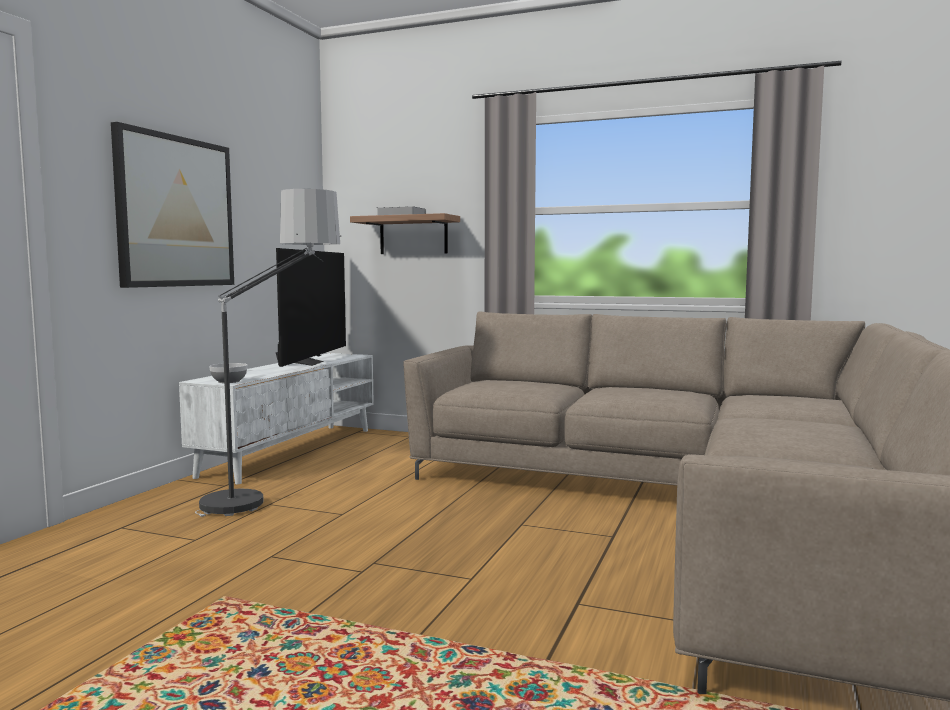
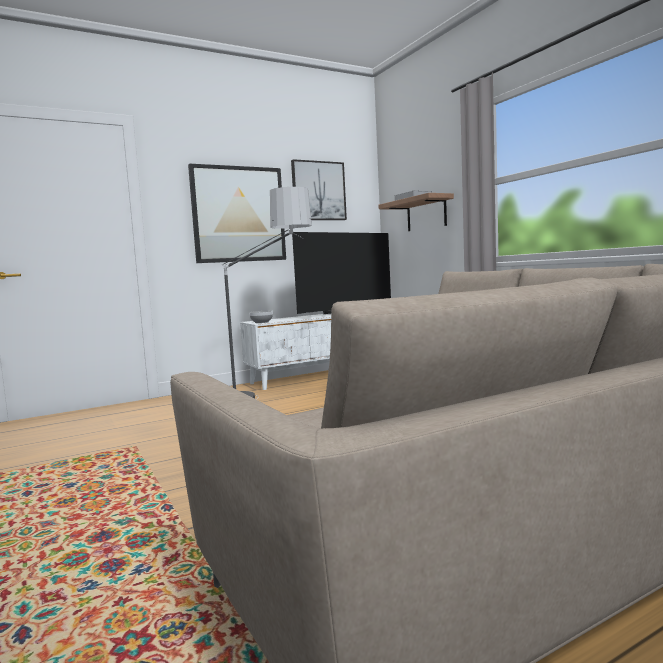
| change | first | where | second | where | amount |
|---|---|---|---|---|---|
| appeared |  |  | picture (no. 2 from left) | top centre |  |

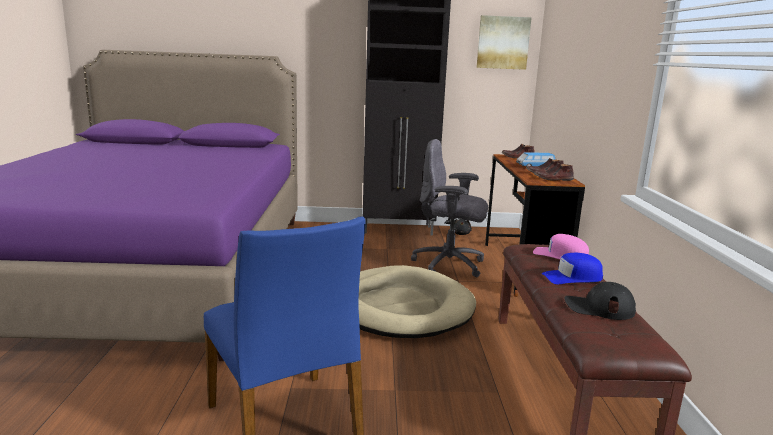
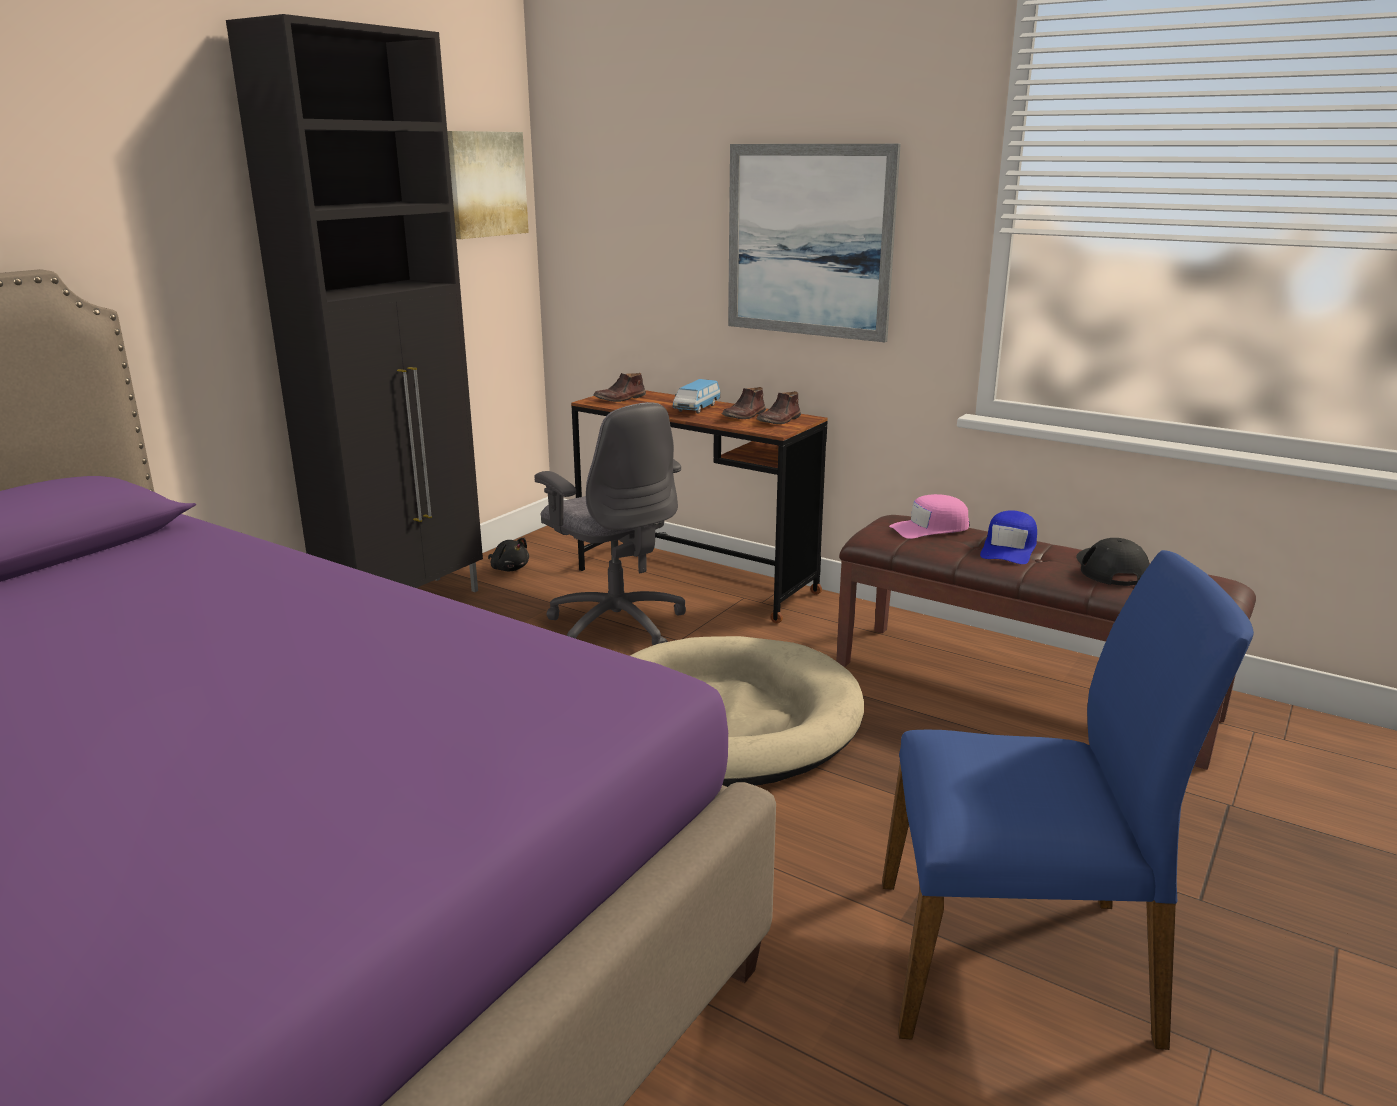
| change | first | where | second | where | amount |
|---|---|---|---|---|---|
| spun | computer chair (grey) | centre |  | centre | 90 degrees counterclockwise |
| spun | cap (blackish) | bottom right |  | middle right | 135 degrees clockwise |
| appeared |  |  | picture (no. 2 from left) | top centre |  |

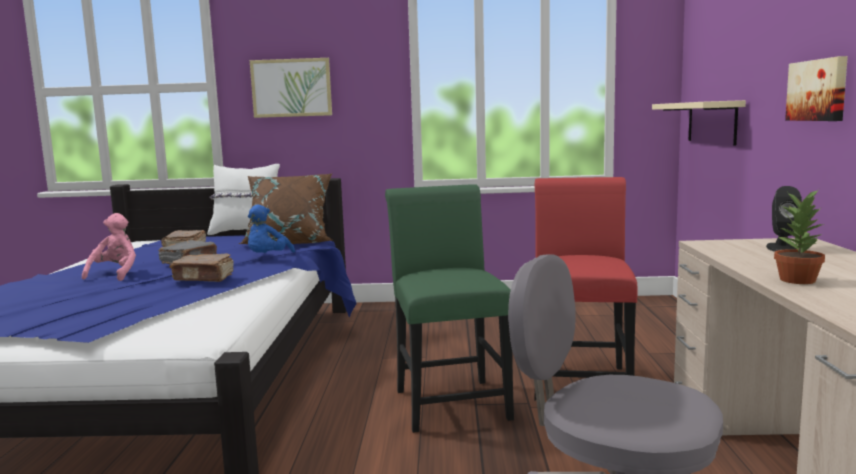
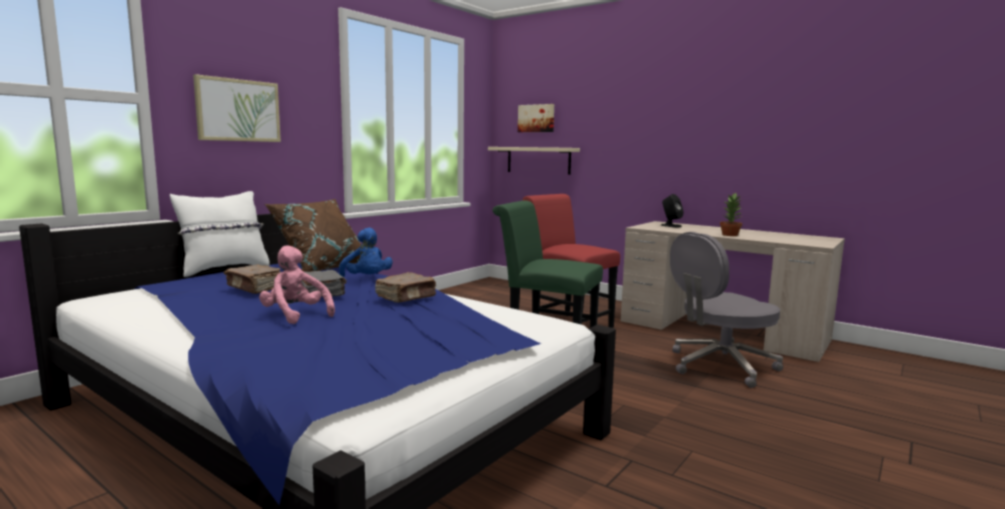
| change | first | where | second | where | amount |
|---|---|---|---|---|---|
| relocated | picture (no. 2 from left) | top right |  | top centre |  |

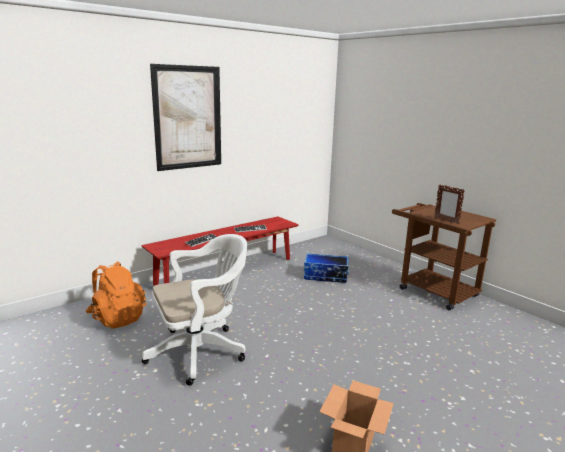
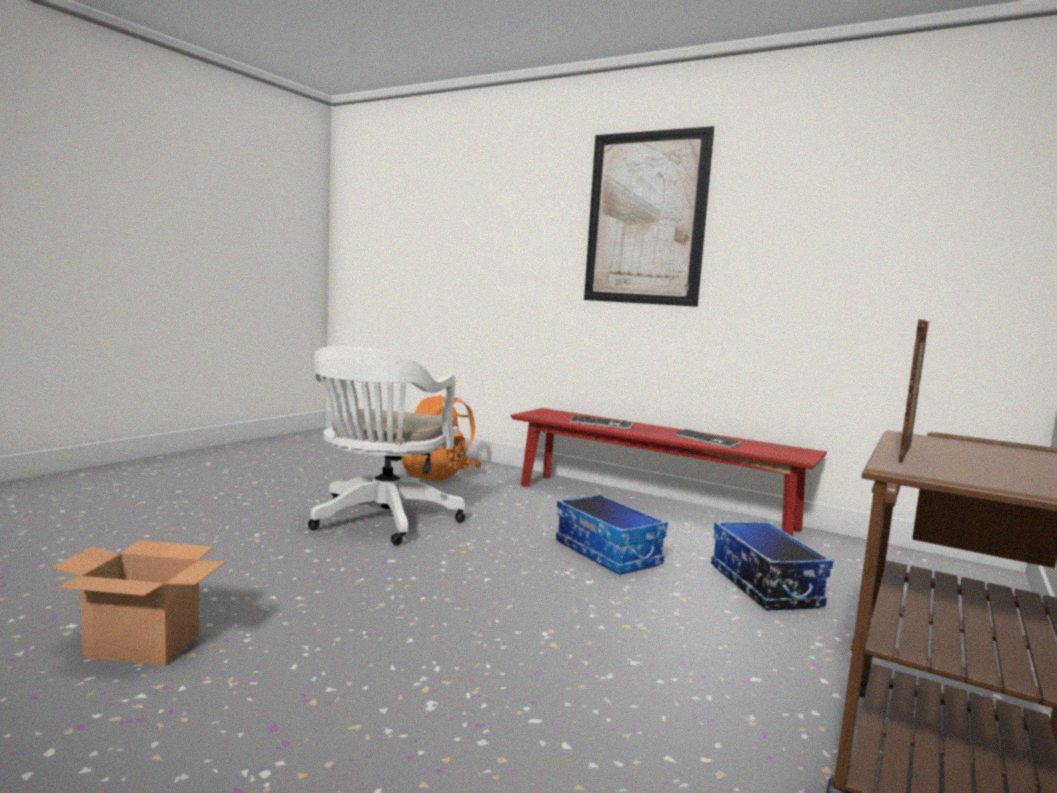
| change | first | where | second | where | amount |
|---|---|---|---|---|---|
| spun | computer chair (white) | bottom centre |  | centre | 60 degrees clockwise |
| appeared |  |  | storage container (no. 1 from left) | bottom centre |  |

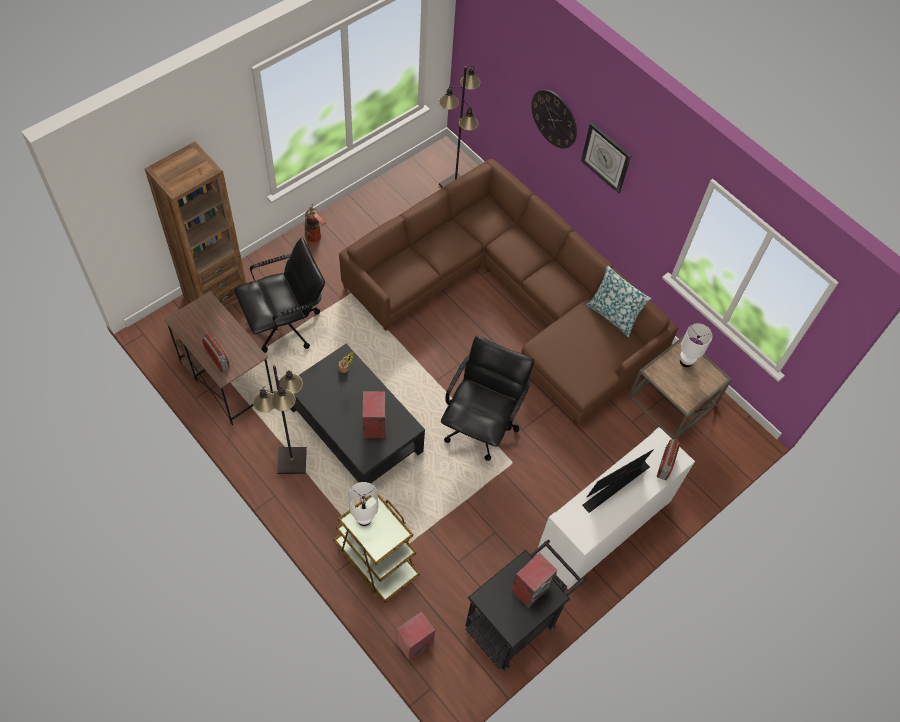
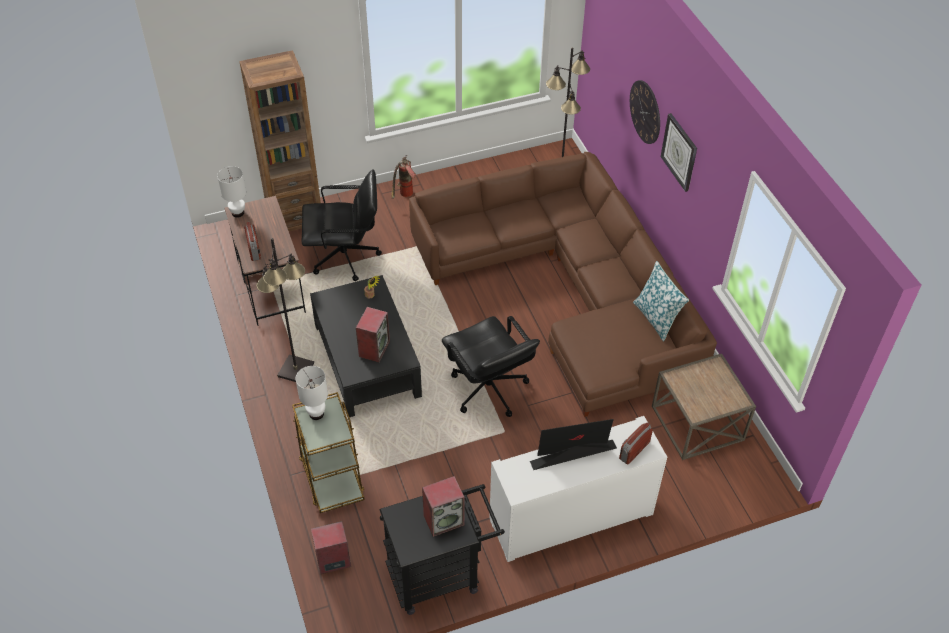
| change | first | where | second | where | amount |
|---|---|---|---|---|---|
| relocated | tabletop lamp (white) (no. 2 from left in the first image) | middle right | tabletop lamp (white) (no. 1 from left) | top left |  |
| spun | computer chair (blackish) (no. 2 from left) | centre |  | centre | 105 degrees clockwise |

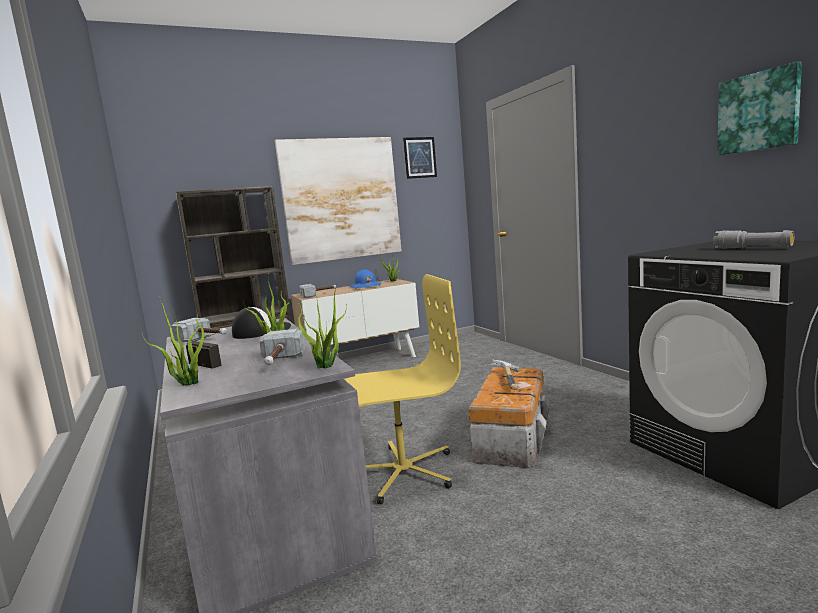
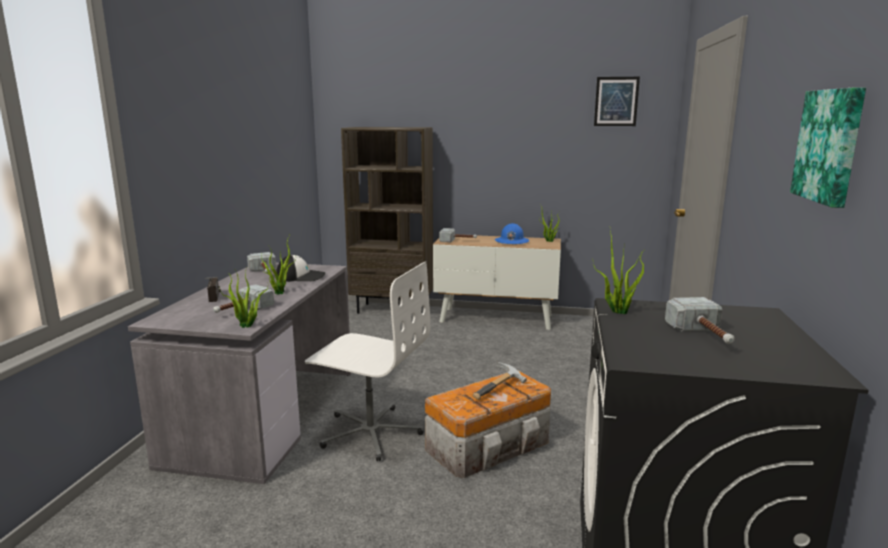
| change | first | where | second | where | amount |
|---|---|---|---|---|---|
| missing | picture (no. 1 from left) | top centre |  |  |  |
| exchanged | hand torch (grey) | middle right | tool hammer (no. 5 from left) | middle right |  |
| colour | computer chair (yellowish) | centre | computer chair (white) | centre |  |
| relocated | plant in a pot (no. 1 from left in the first image) | middle left | plant in a pot (no. 4 from left) | middle right |  |

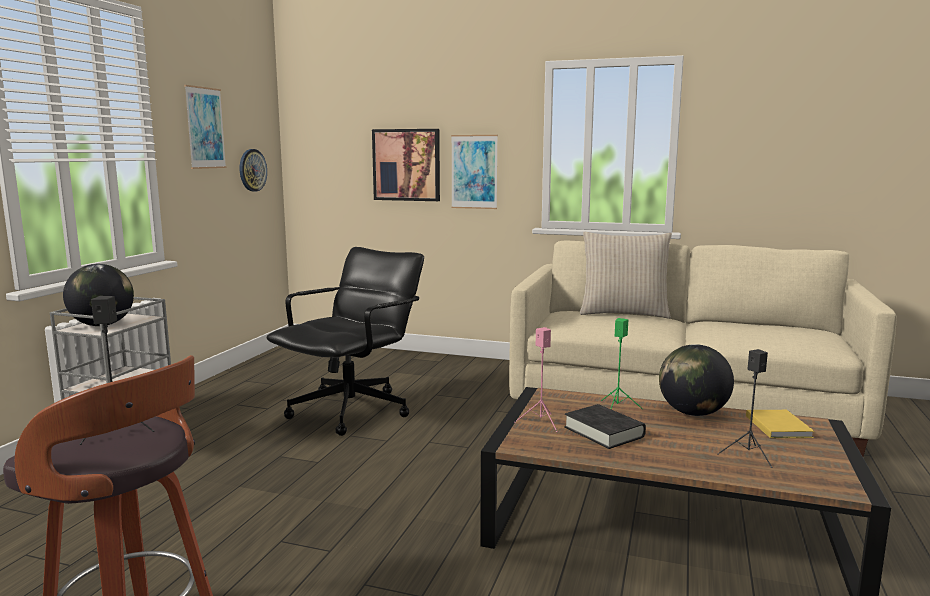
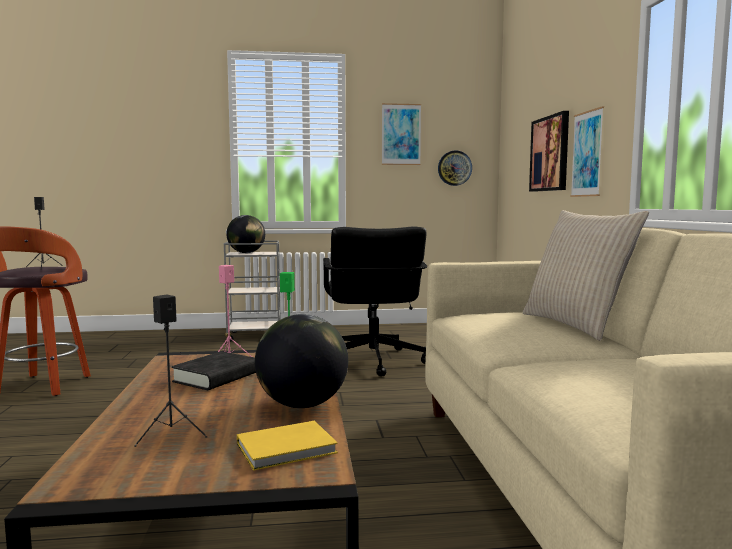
| change | first | where | second | where | amount |
|---|---|---|---|---|---|
| spun | computer chair (blackish) | centre |  | centre | 75 degrees clockwise |

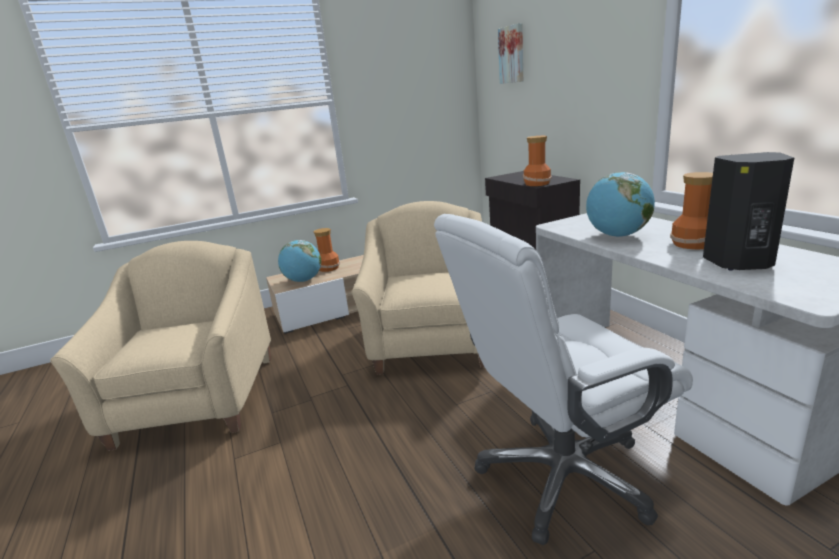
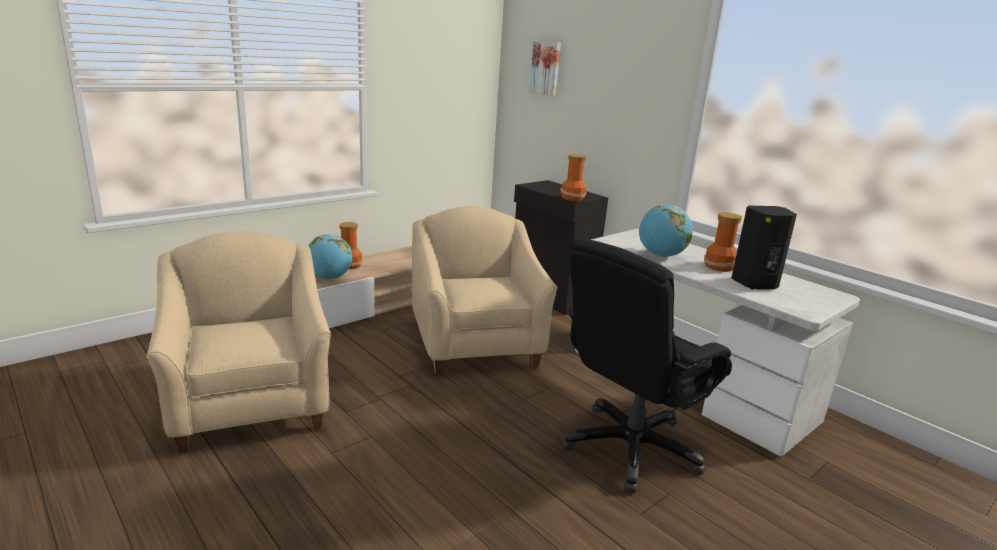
| change | first | where | second | where | amount |
|---|---|---|---|---|---|
| colour | computer chair (white) | bottom right | computer chair (blackish) | centre |  |

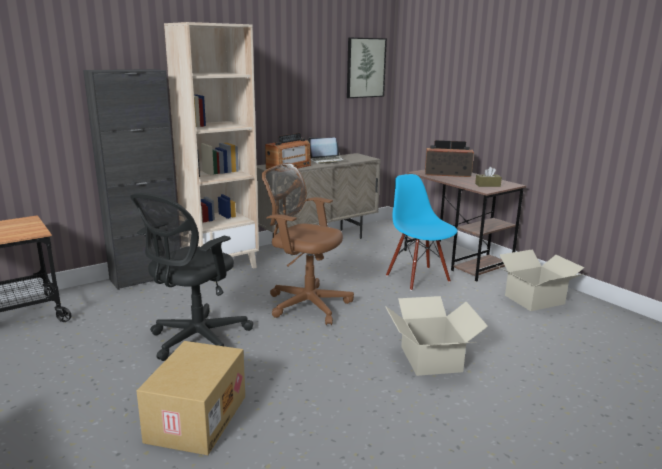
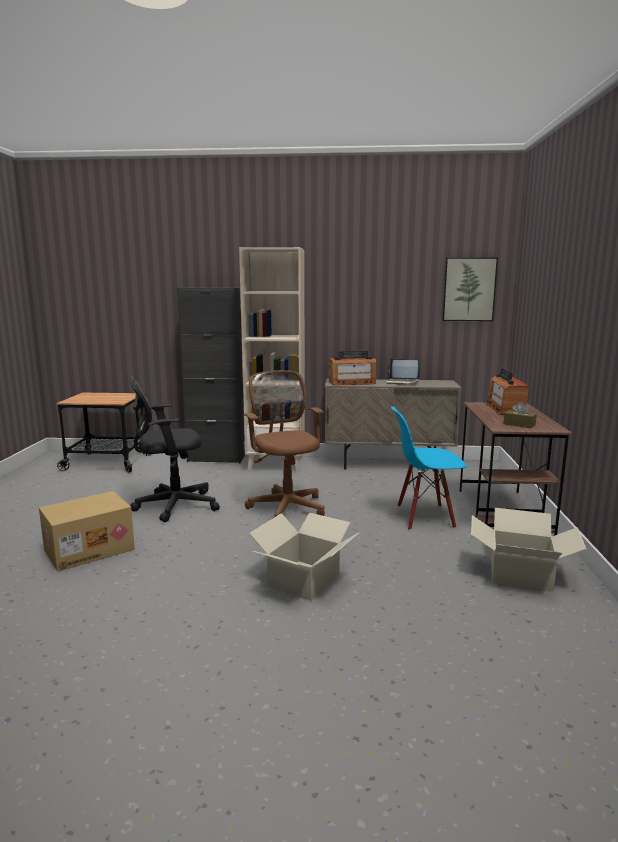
| change | first | where | second | where | amount |
|---|---|---|---|---|---|
| spun | radio receiver (no. 2 from left) | middle right |  | middle right | 135 degrees counterclockwise |
| spun | plain chair (blue) | centre |  | middle right | 105 degrees counterclockwise |

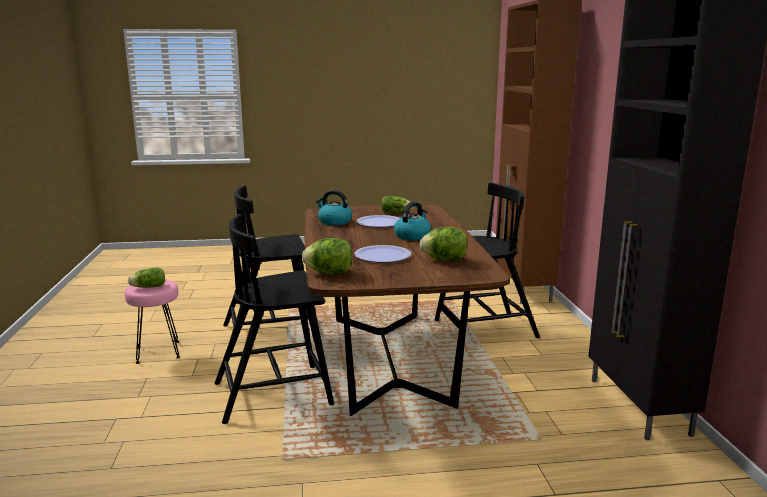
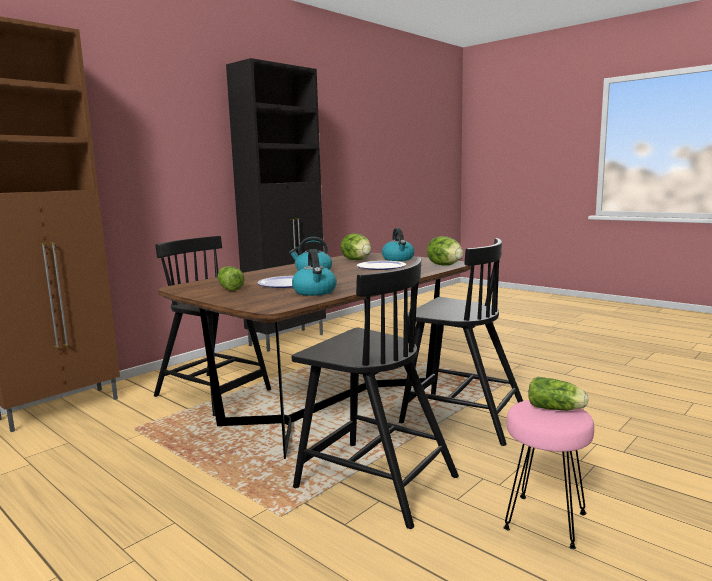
| change | first | where | second | where | amount |
|---|---|---|---|---|---|
| appeared |  |  | tea kettle (no. 3 from left) | centre |  |

